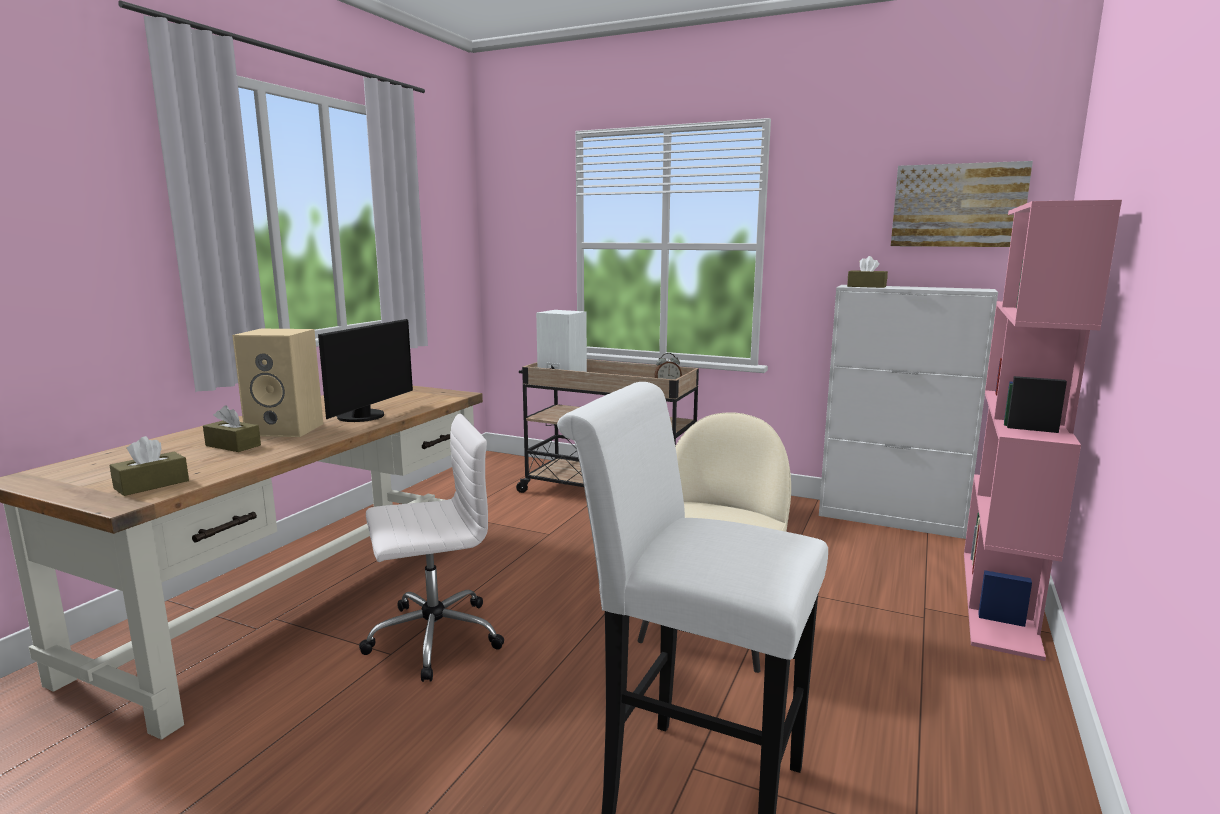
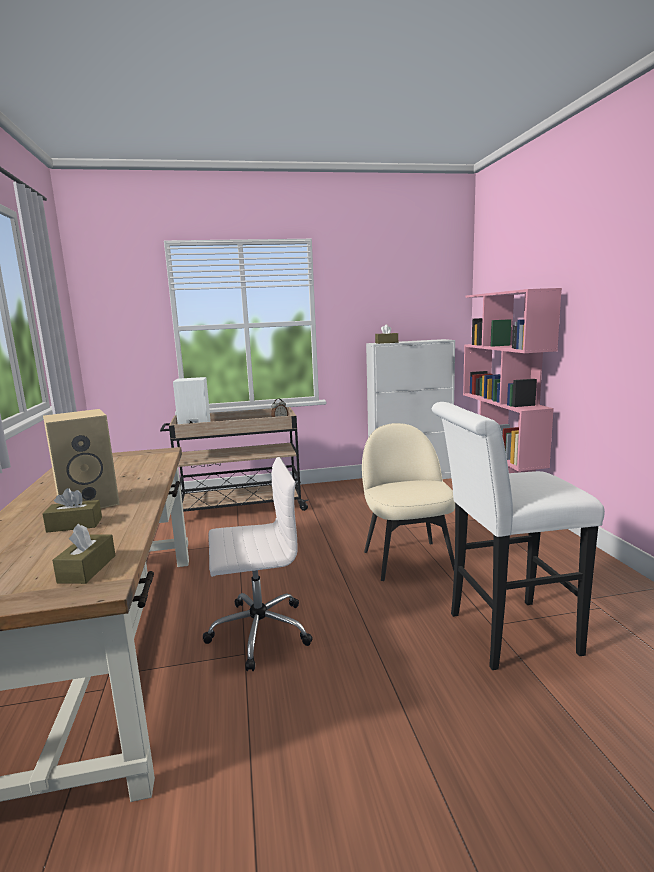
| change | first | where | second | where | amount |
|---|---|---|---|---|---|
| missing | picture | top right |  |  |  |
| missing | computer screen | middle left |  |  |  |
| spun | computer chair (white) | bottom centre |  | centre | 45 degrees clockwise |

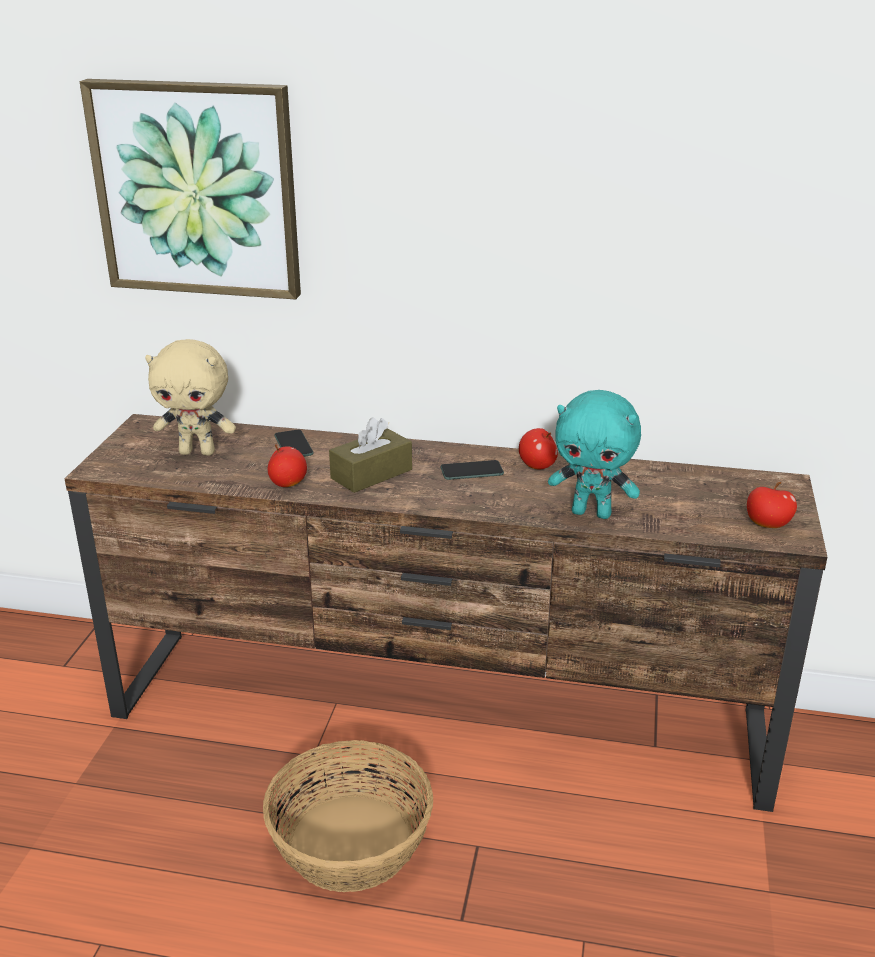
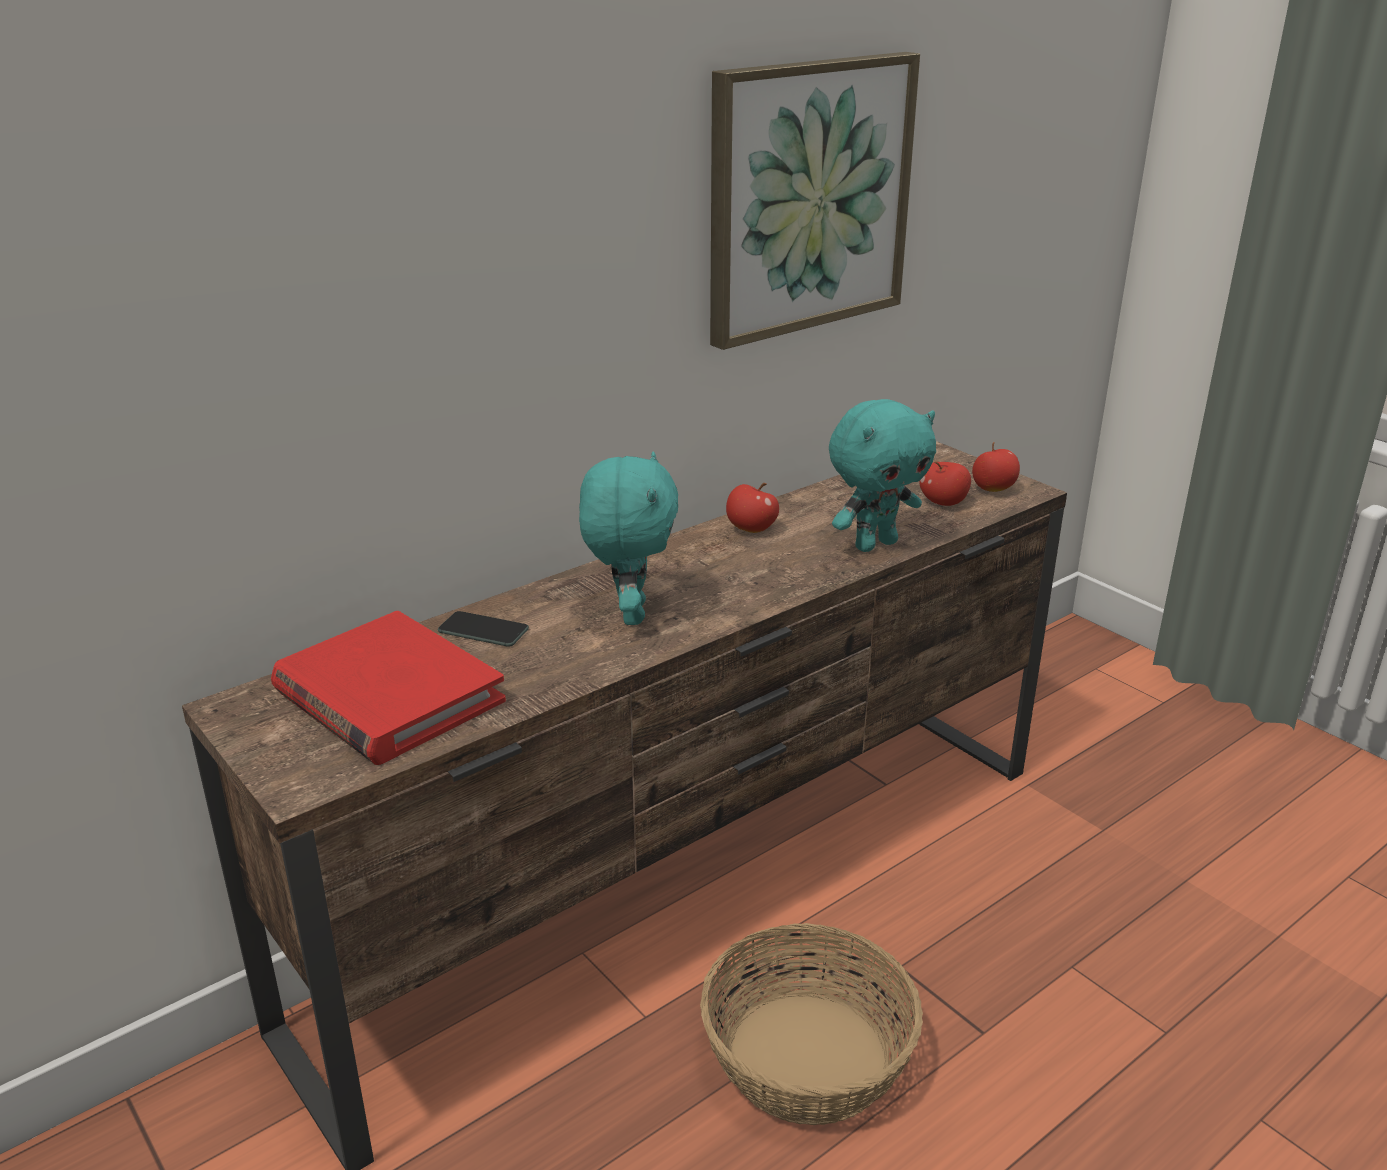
| change | first | where | second | where | amount |
|---|---|---|---|---|---|
| relocated | picture | top left |  | top centre |  |
| exchanged | plush toy (sand-coloured) | middle left | book (red-coloured) | middle left |  |
| exchanged | tissue box (brown-coloured) | centre | plush toy (turquoise-coloured) (no. 1 from left) | centre |  |
| relocated | apple fruit (no. 1 from left in the first image) | middle left | apple fruit (no. 2 from left) | middle right |  |
| missing | handset (no. 2 from left) | centre |  |  |  |

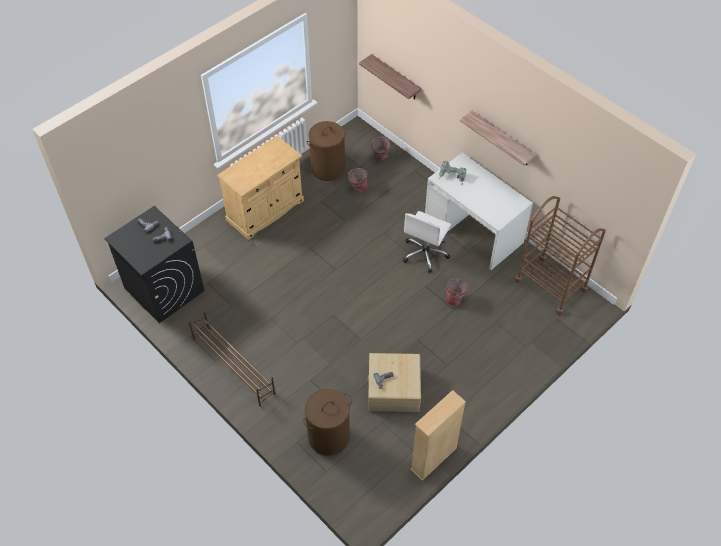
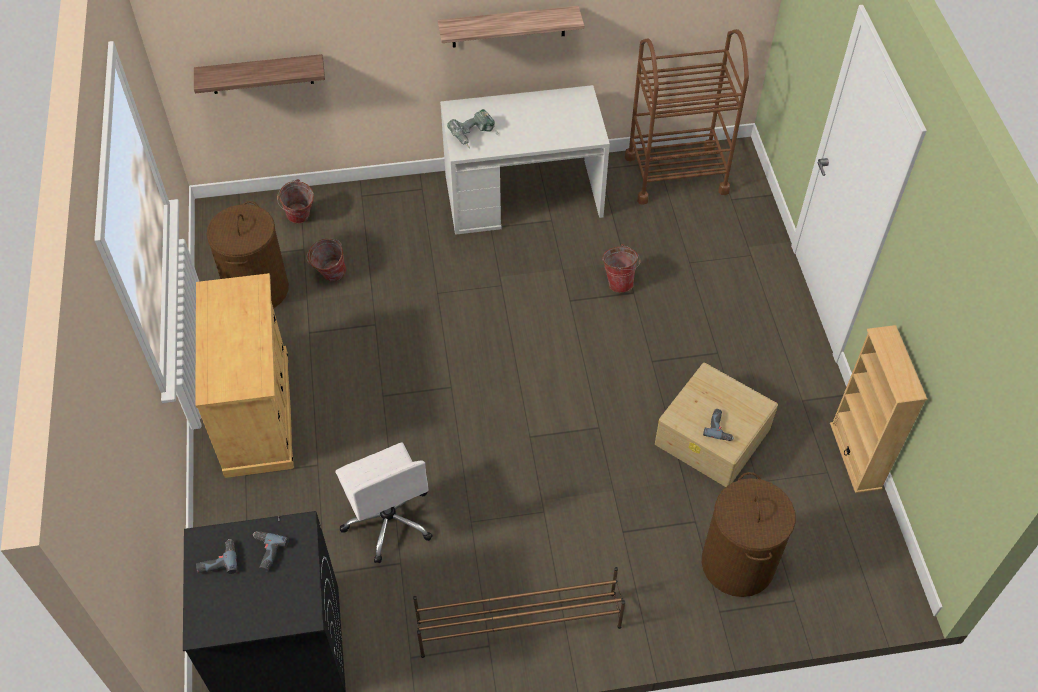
| change | first | where | second | where | amount |
|---|---|---|---|---|---|
| relocated | computer chair (white) | centre |  | bottom centre |  |

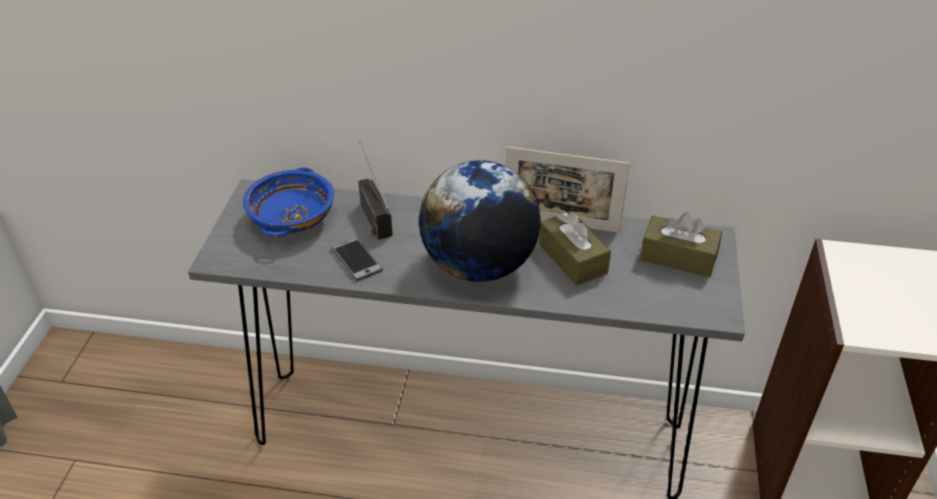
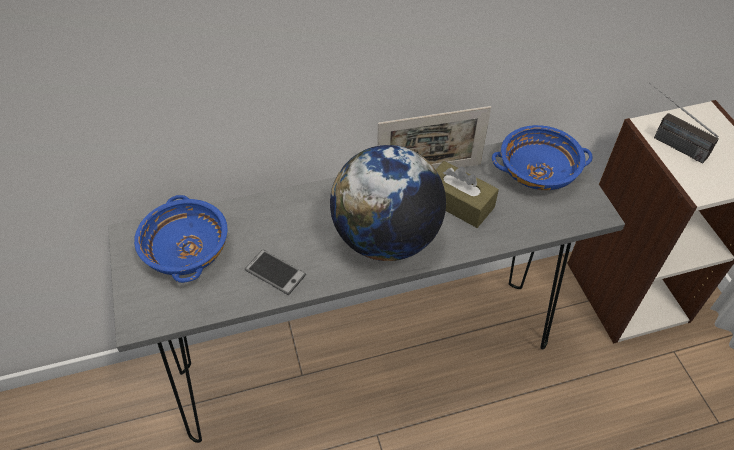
| change | first | where | second | where | amount |
|---|---|---|---|---|---|
| relocated | radio receiver | centre |  | top right |  |
| exchanged | tissue box (brown-coloured) (no. 2 from left) | middle right | deep dish (blue) (no. 2 from left) | middle right |  |

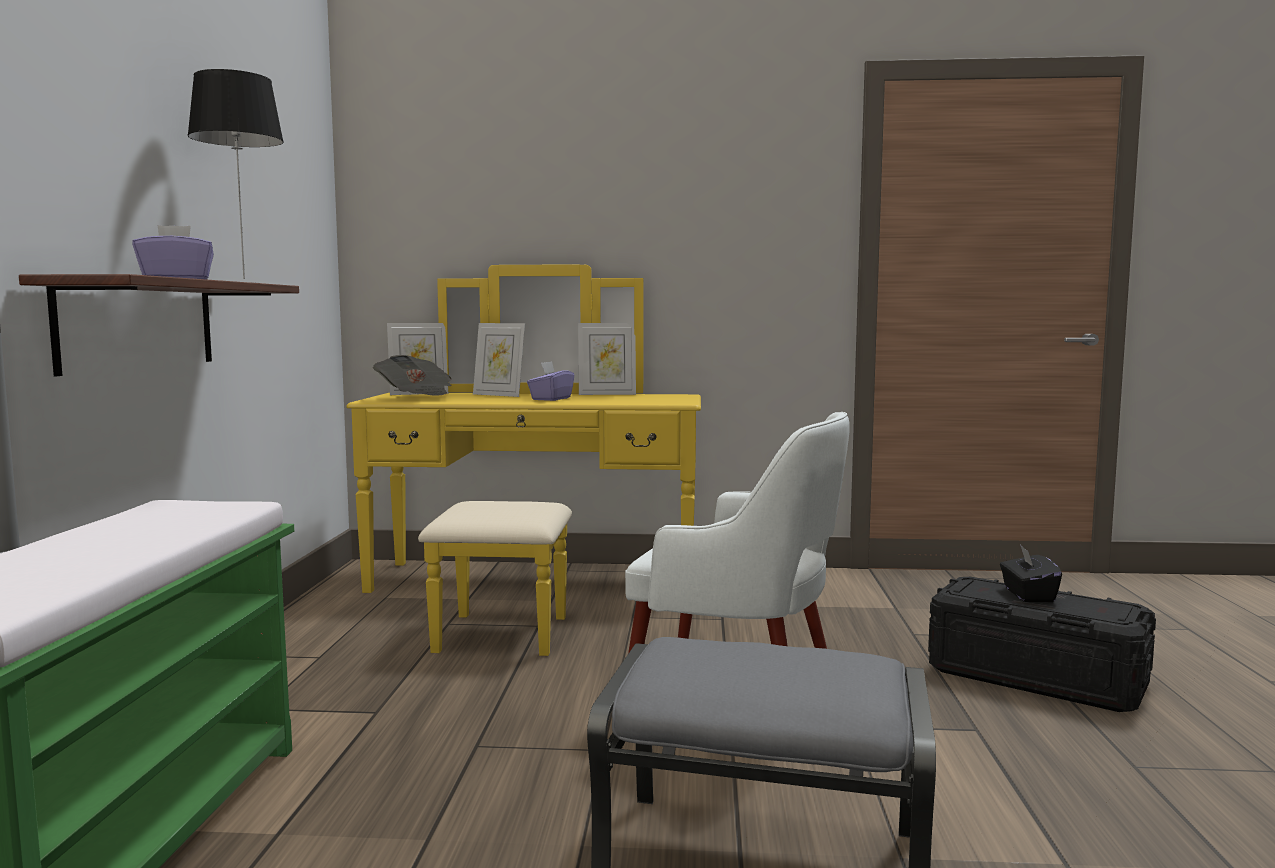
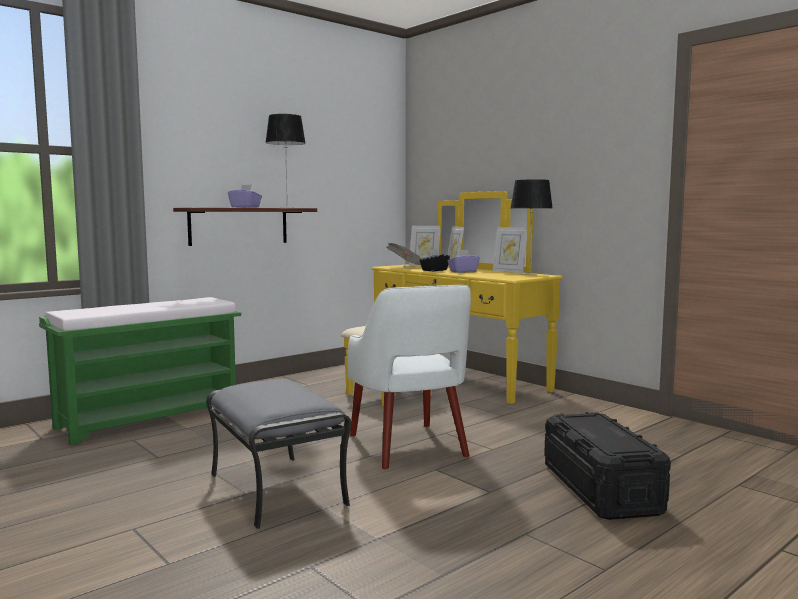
| change | first | where | second | where | amount |
|---|---|---|---|---|---|
| relocated | tissue box (blackish) | middle right |  | centre |  |
| appeared |  |  | tabletop lamp (no. 2 from left) | middle right |  |

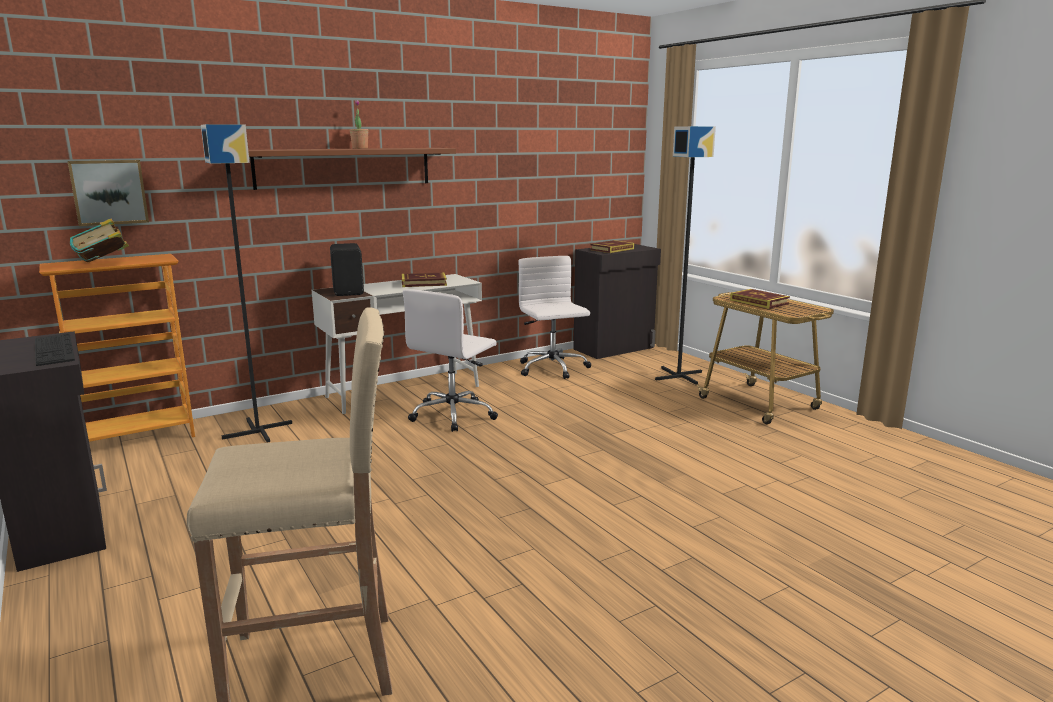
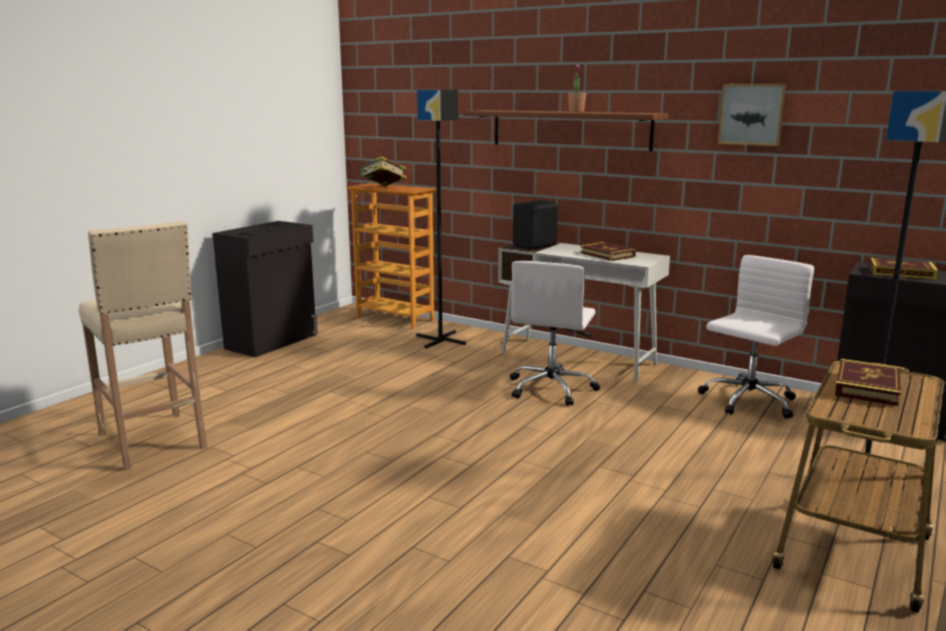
| change | first | where | second | where | amount |
|---|---|---|---|---|---|
| relocated | picture | top left |  | top right |  |
| spun | computer chair (white) (no. 1 from left) | centre |  | centre | 75 degrees counterclockwise |

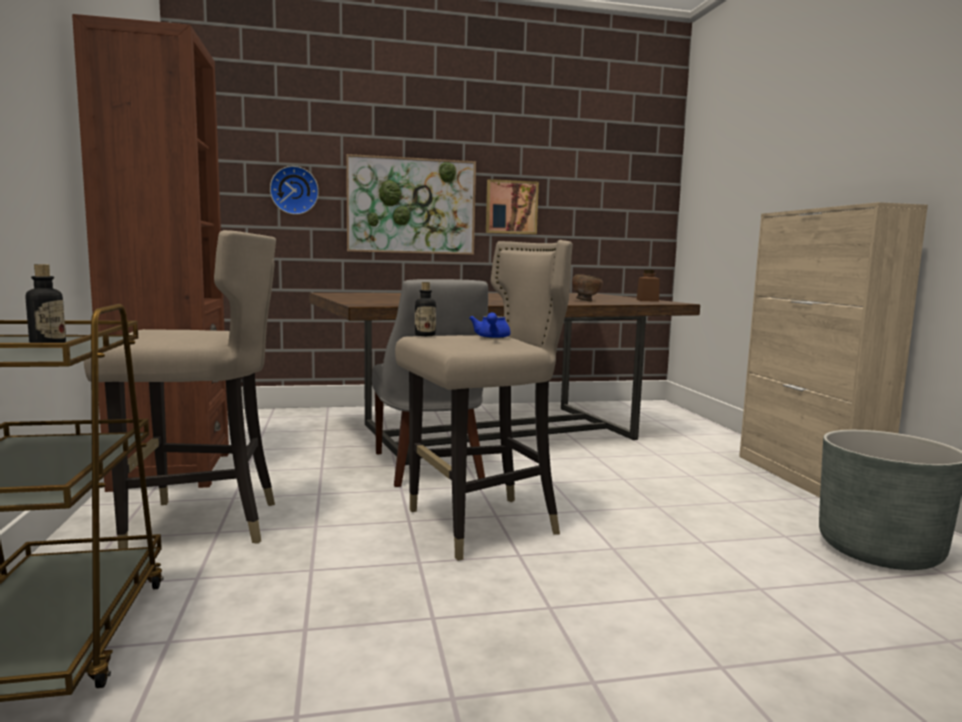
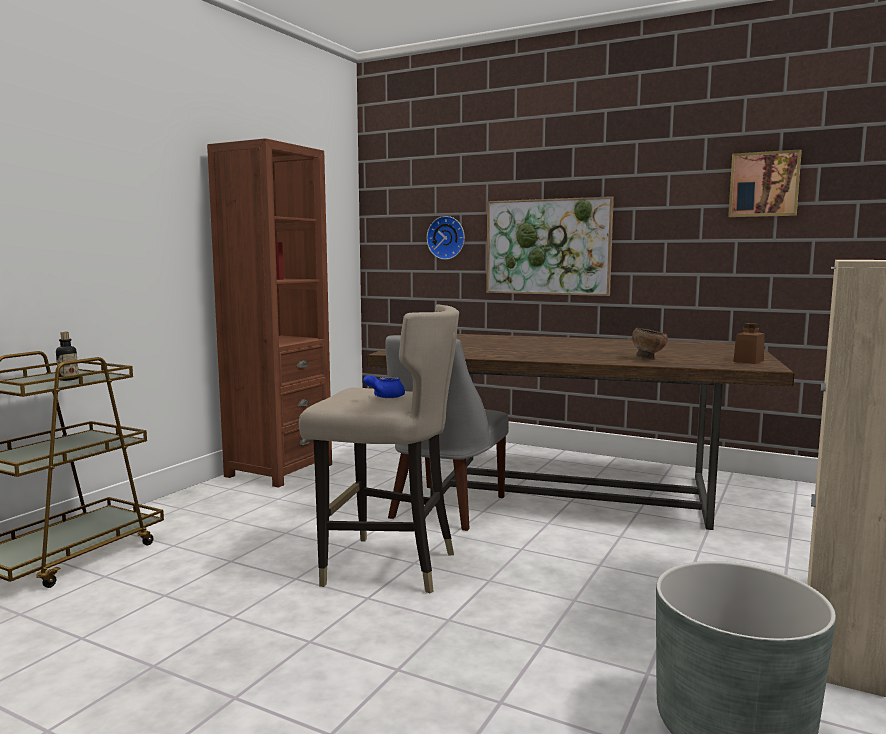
| change | first | where | second | where | amount |
|---|---|---|---|---|---|
| relocated | picture (no. 2 from left) | top centre |  | top right |  |
| missing | stool (sand-coloured) (no. 1 from left) | middle left |  |  |  |
| missing | beverage bottle (no. 2 from left) | centre |  |  |  |

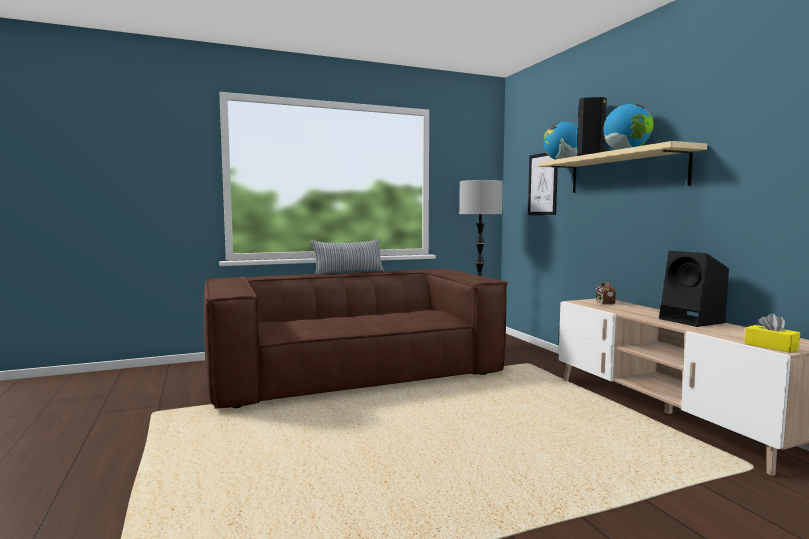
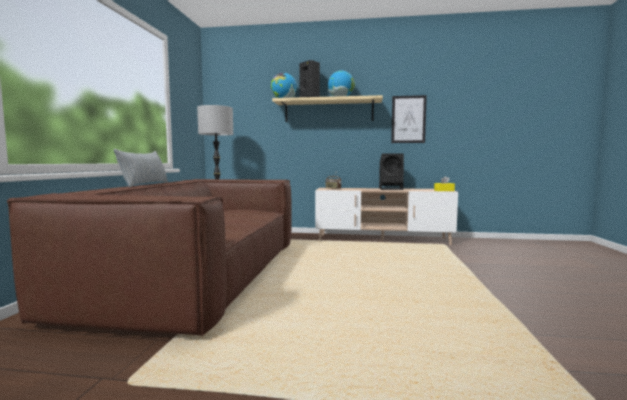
| change | first | where | second | where | amount |
|---|---|---|---|---|---|
| relocated | picture | middle right |  | top centre |  |

